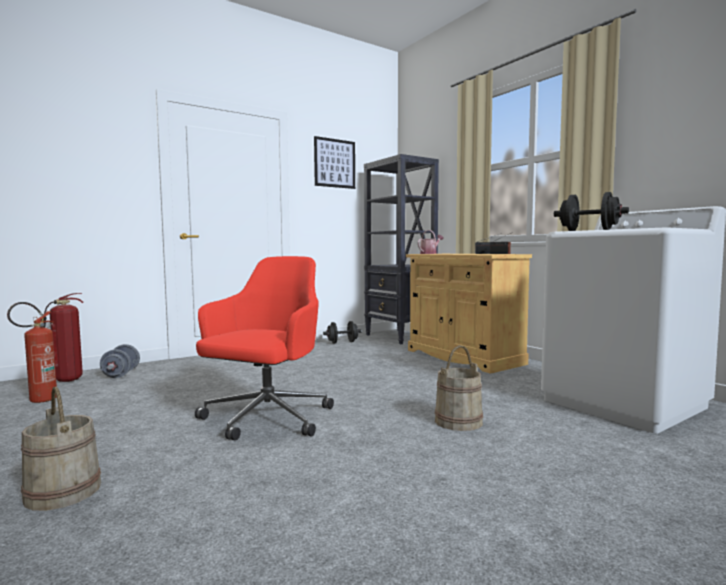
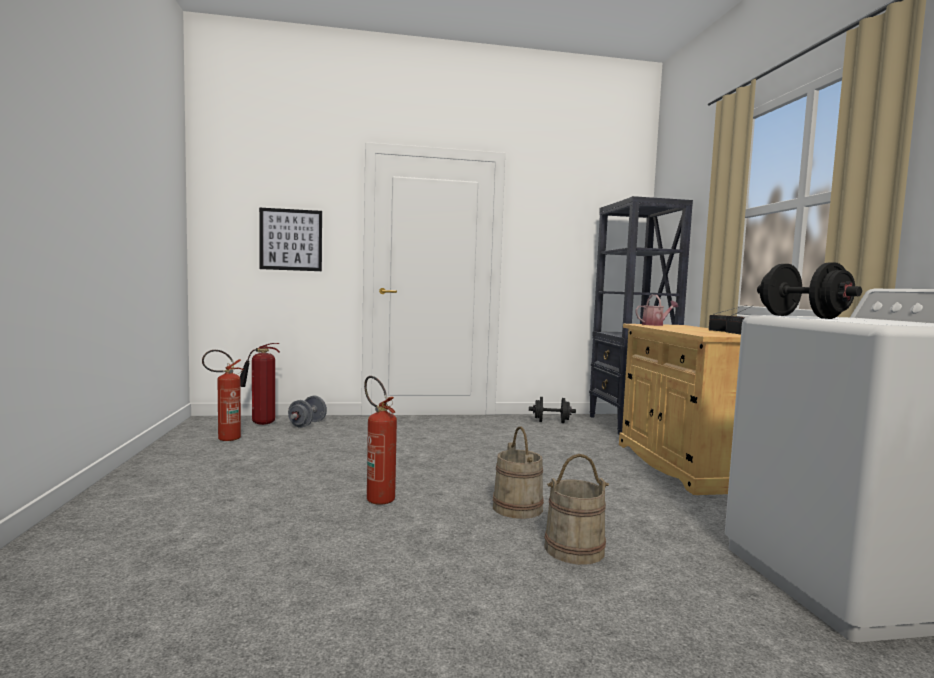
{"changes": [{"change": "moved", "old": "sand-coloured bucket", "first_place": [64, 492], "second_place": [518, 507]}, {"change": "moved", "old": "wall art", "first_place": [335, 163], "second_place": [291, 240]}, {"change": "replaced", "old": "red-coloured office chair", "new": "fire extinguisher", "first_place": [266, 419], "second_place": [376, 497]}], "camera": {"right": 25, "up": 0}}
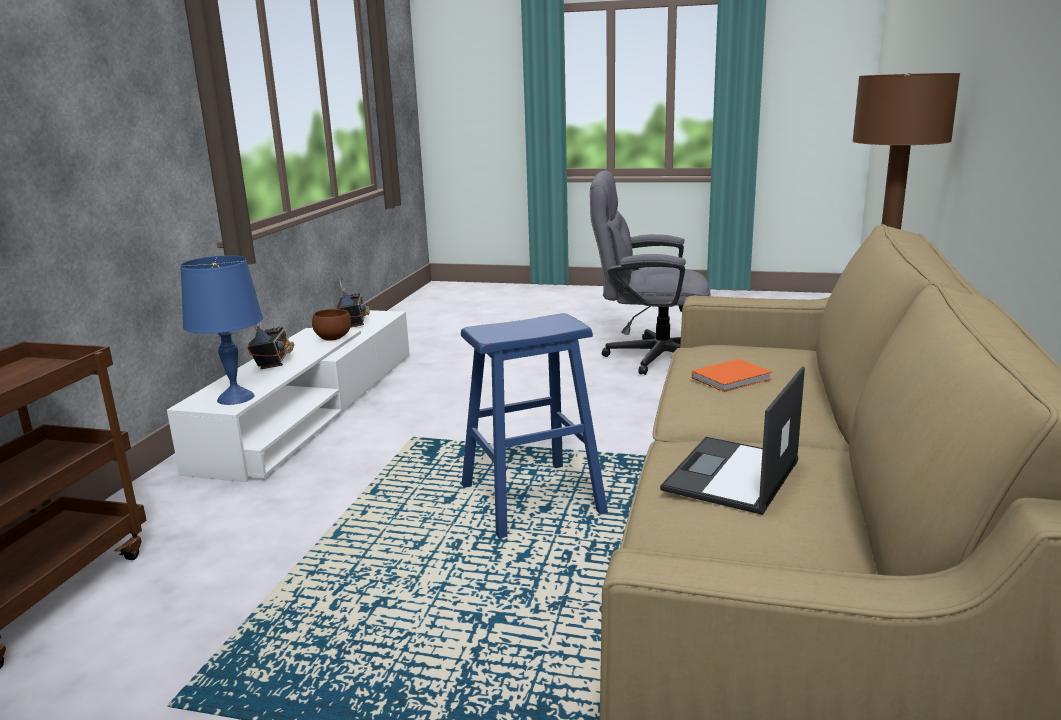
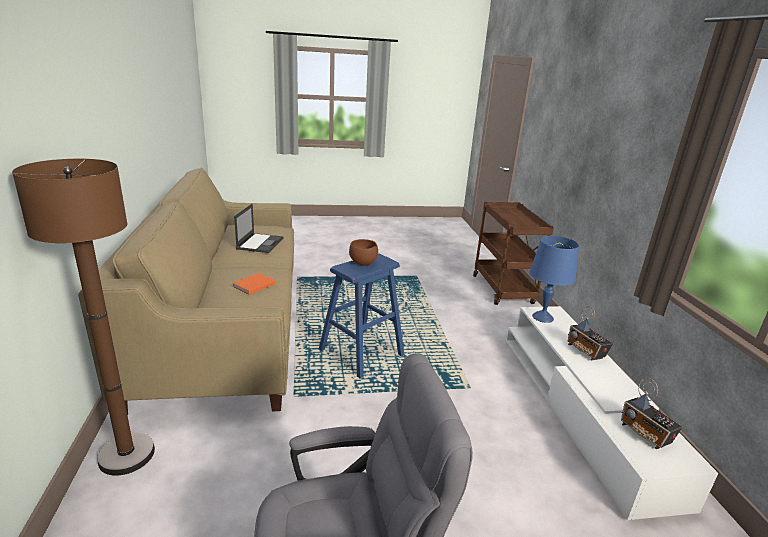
{"changes": [{"change": "moved", "old": "brown serving bowl", "first_place": [333, 338], "second_place": [363, 263]}], "camera": {"right": 155, "up": 5}}
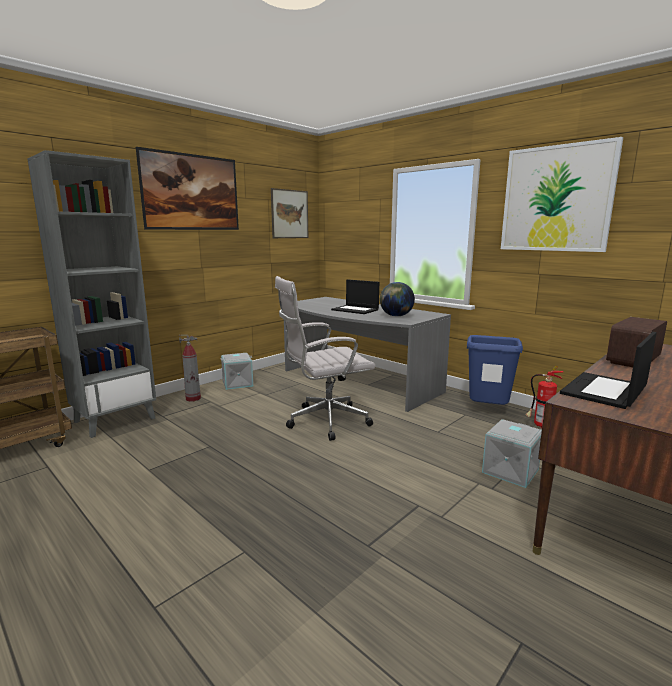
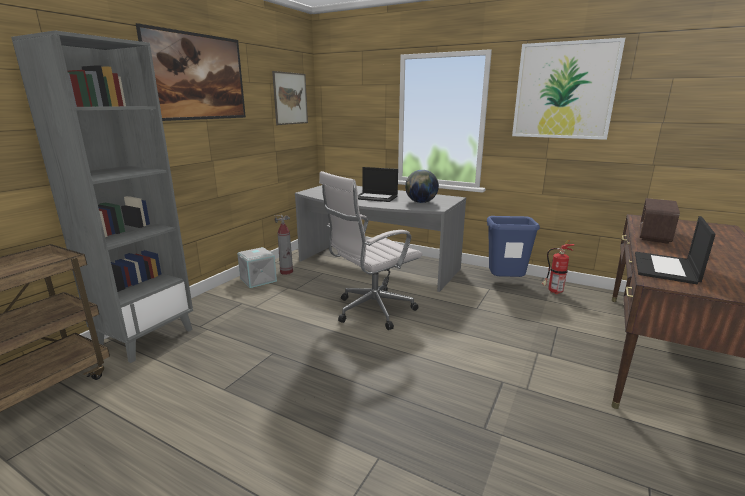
{"changes": [{"change": "removed", "old": "grey storage box", "first_place": [509, 470]}, {"change": "moved", "old": "fire extinguisher", "first_place": [193, 398], "second_place": [286, 272]}], "camera": {"right": -15, "up": 5}}
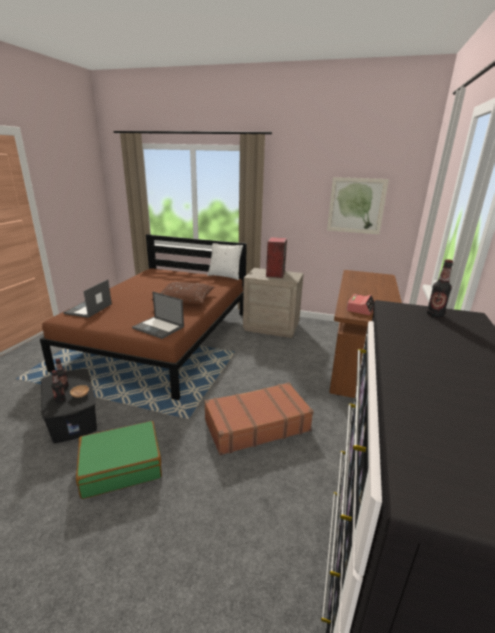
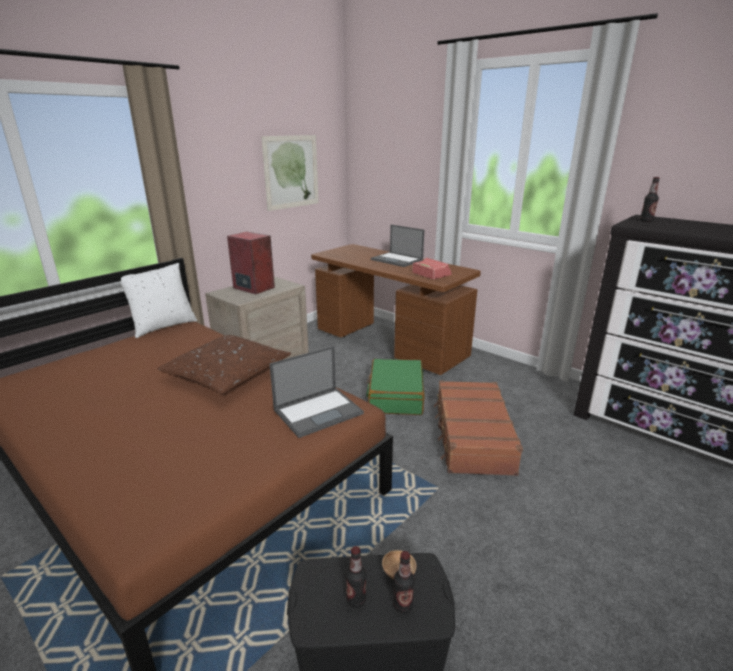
{"changes": [{"change": "moved", "old": "notebook computer", "first_place": [88, 309], "second_place": [397, 260]}, {"change": "moved", "old": "greenish piece of luggage", "first_place": [121, 466], "second_place": [395, 396]}], "camera": {"right": -65, "up": 0}}
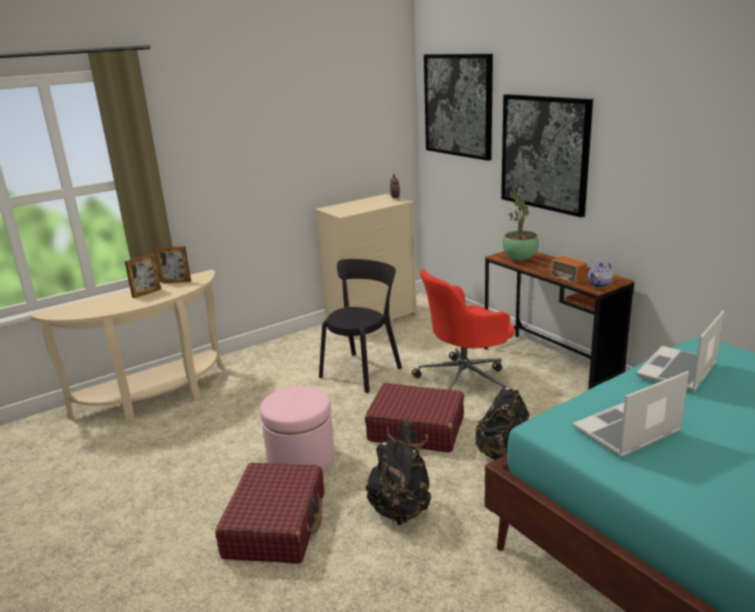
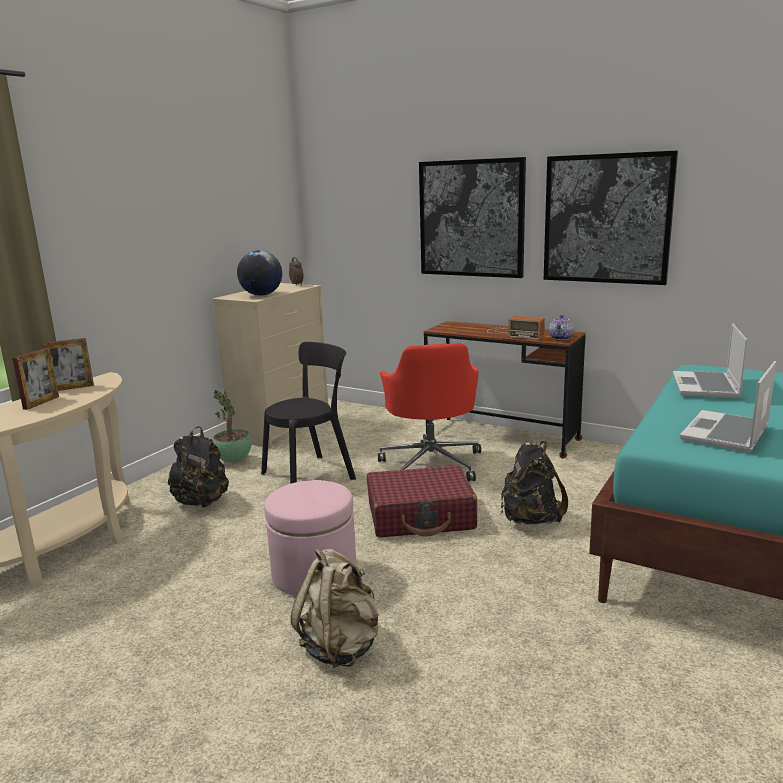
{"changes": [{"change": "added", "new": "world globe", "second_place": [261, 295]}, {"change": "moved", "old": "blackish knapsack", "first_place": [400, 511], "second_place": [202, 502]}, {"change": "moved", "old": "wall art", "first_place": [458, 105], "second_place": [606, 219]}, {"change": "moved", "old": "houseplant", "first_place": [520, 260], "second_place": [234, 461]}, {"change": "replaced", "old": "red-coloured piece of luggage", "new": "sand-coloured knapsack", "first_place": [276, 525], "second_place": [341, 647]}, {"change": "turned", "old": "blackish upright chair", "first_place": [363, 371], "second_place": [312, 475], "degrees": 45}, {"change": "turned", "old": "red-coloured office chair", "first_place": [465, 380], "second_place": [432, 464], "degrees": -45}], "camera": {"right": -25, "up": -5}}
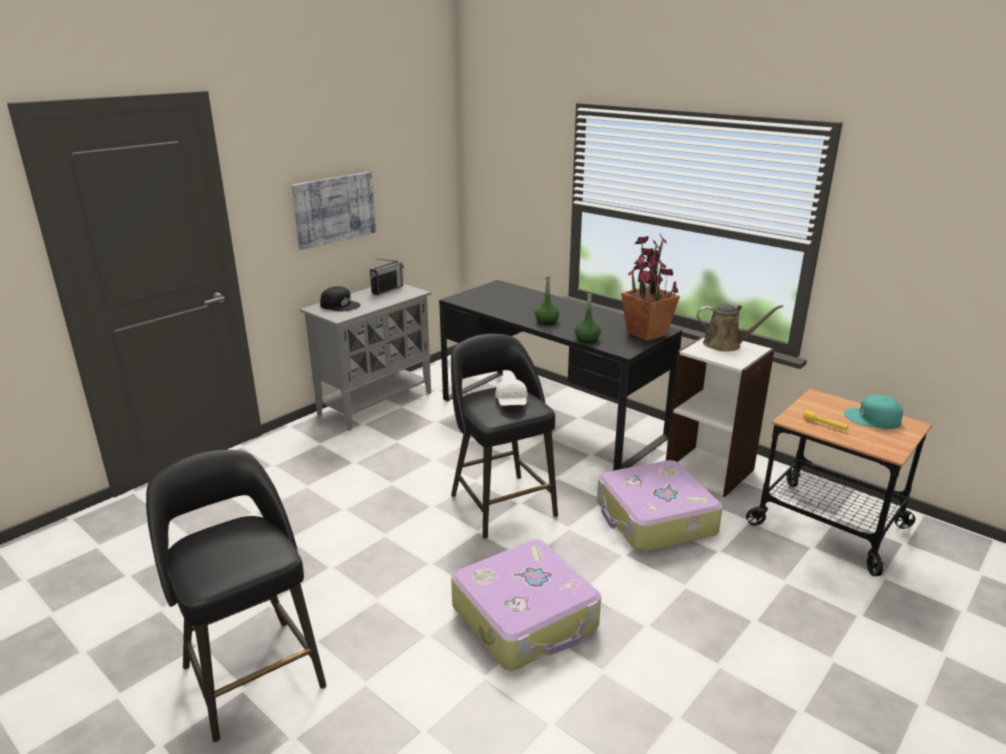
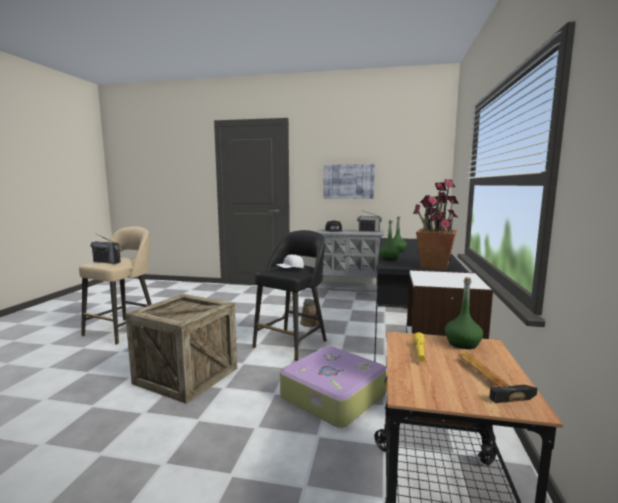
{"changes": [{"change": "added", "new": "radio receiver", "second_place": [107, 262]}, {"change": "added", "new": "greenish beverage bottle", "second_place": [462, 343]}, {"change": "moved", "old": "brown sprinkling can", "first_place": [726, 345], "second_place": [311, 324]}, {"change": "replaced", "old": "piece of luggage", "new": "shipping crate", "first_place": [526, 617], "second_place": [186, 376]}, {"change": "replaced", "old": "blue-green baseball cap", "new": "tool hammer", "first_place": [873, 419], "second_place": [488, 377]}, {"change": "recoloured", "old": "blackish stool", "new": "sand-coloured stool", "first_place": [252, 673], "second_place": [123, 330]}], "camera": {"right": 60, "up": -15}}
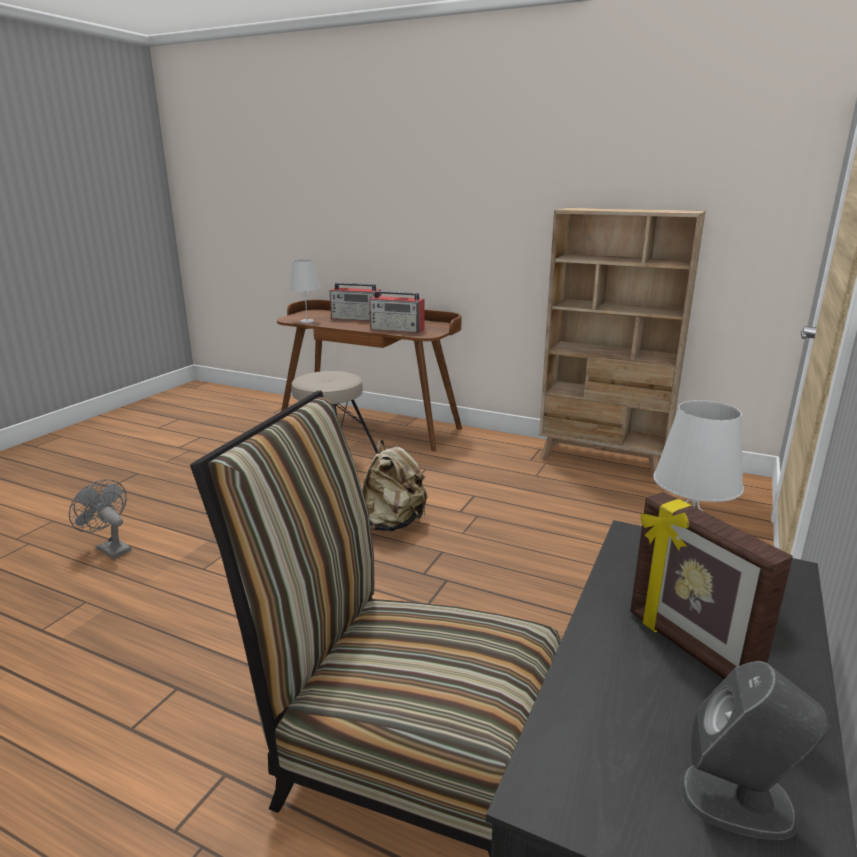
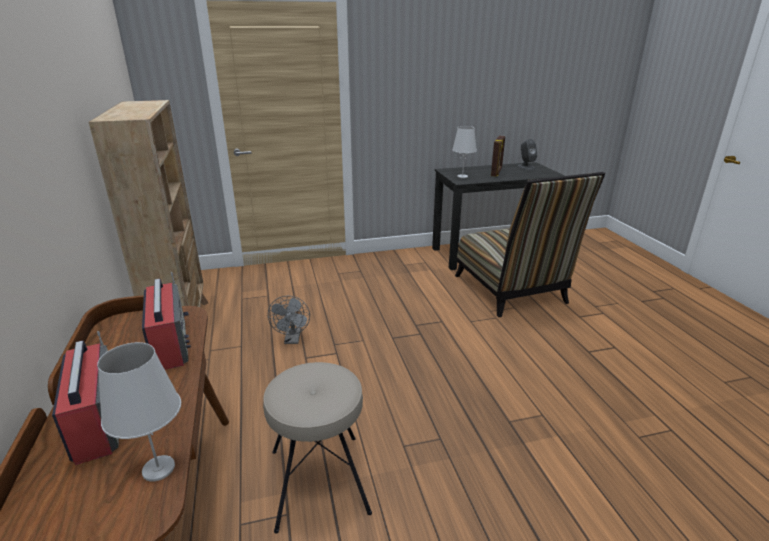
{"changes": [{"change": "removed", "old": "sand-coloured knapsack", "first_place": [391, 524]}, {"change": "moved", "old": "grey fan", "first_place": [110, 548], "second_place": [292, 340]}], "camera": {"right": -130, "up": 5}}
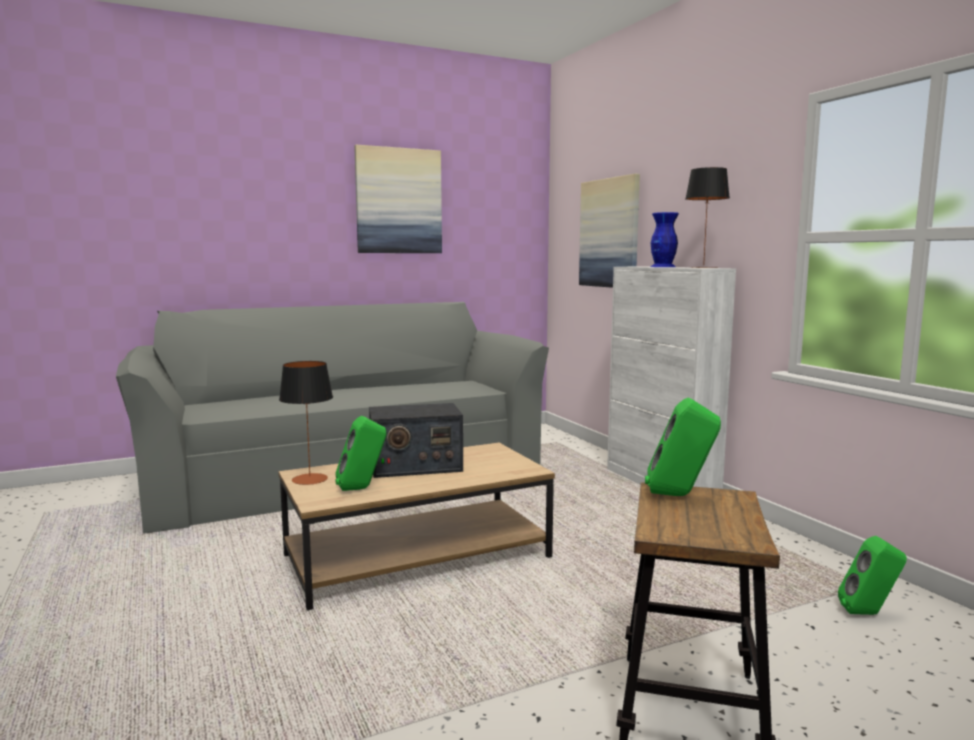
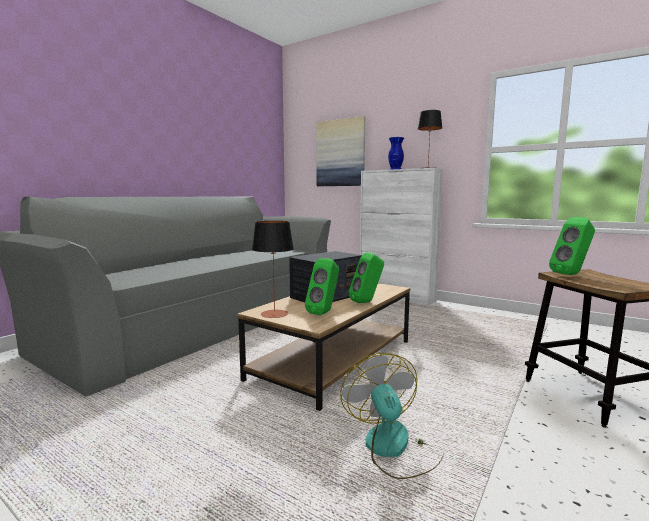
{"changes": [{"change": "removed", "old": "wall art", "first_place": [398, 201]}, {"change": "added", "new": "fan", "second_place": [393, 449]}, {"change": "moved", "old": "greenish loudspeaker", "first_place": [869, 614], "second_place": [367, 302]}], "camera": {"right": -30, "up": 0}}
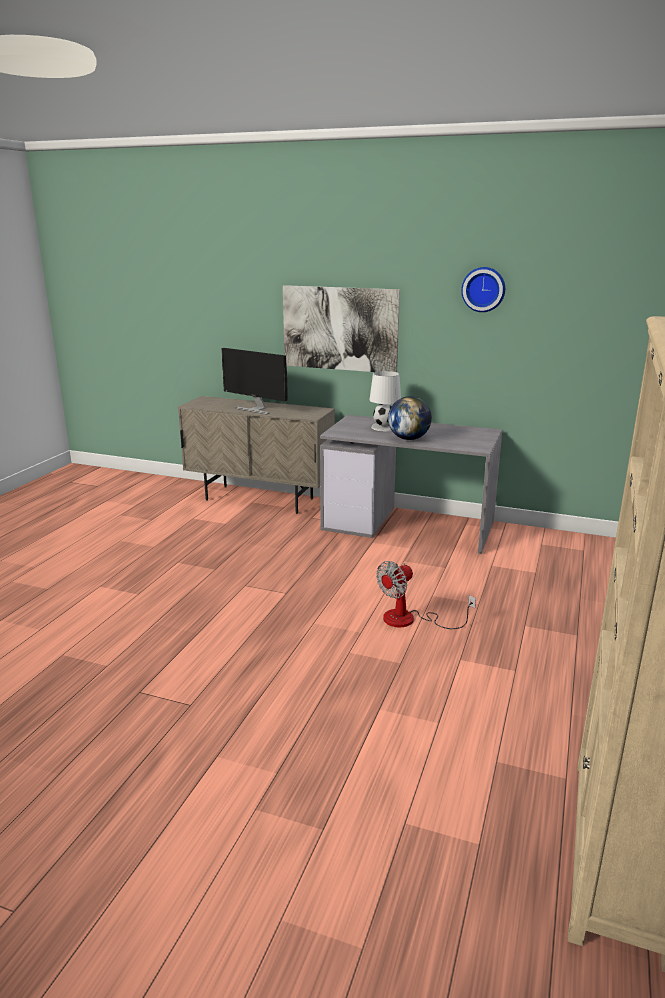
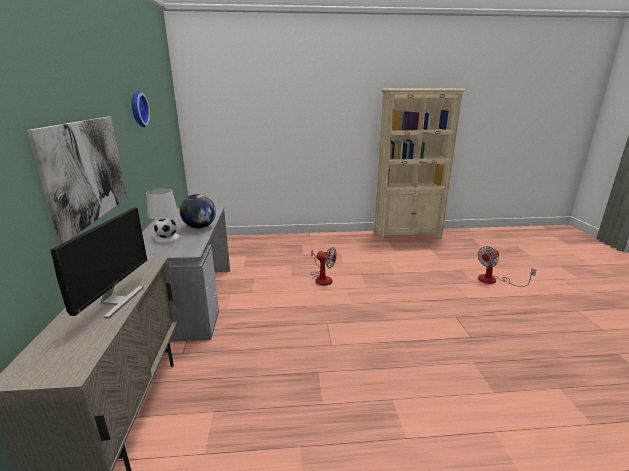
{"changes": [{"change": "added", "new": "fan", "second_place": [494, 280]}], "camera": {"right": -115, "up": 0}}
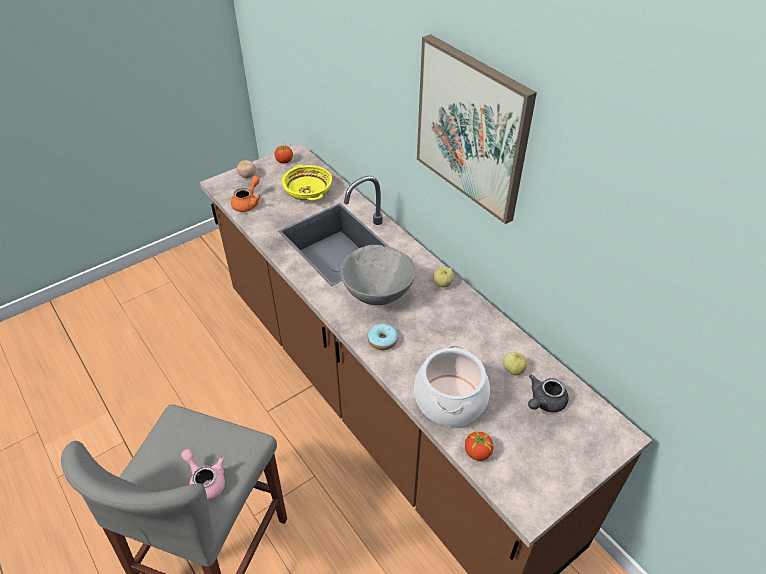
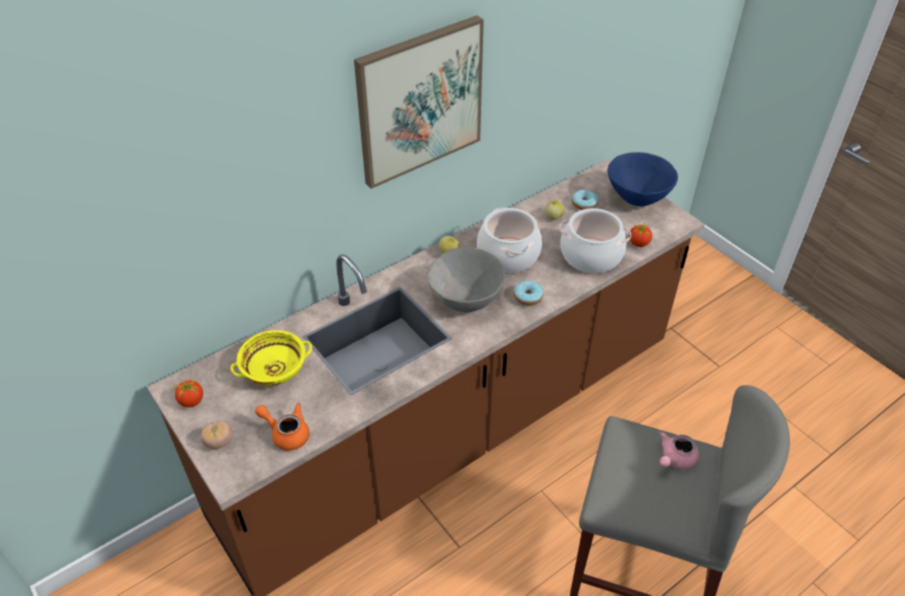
{"changes": [{"change": "added", "new": "saucepot", "second_place": [508, 255]}, {"change": "added", "new": "blue-coloured serving bowl", "second_place": [637, 199]}, {"change": "replaced", "old": "grey tea pot", "new": "donut", "first_place": [544, 402], "second_place": [584, 204]}], "camera": {"right": -90, "up": 0}}
